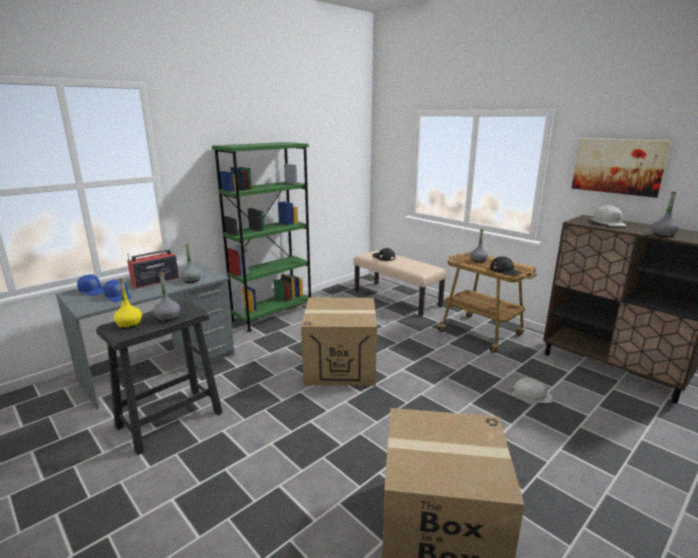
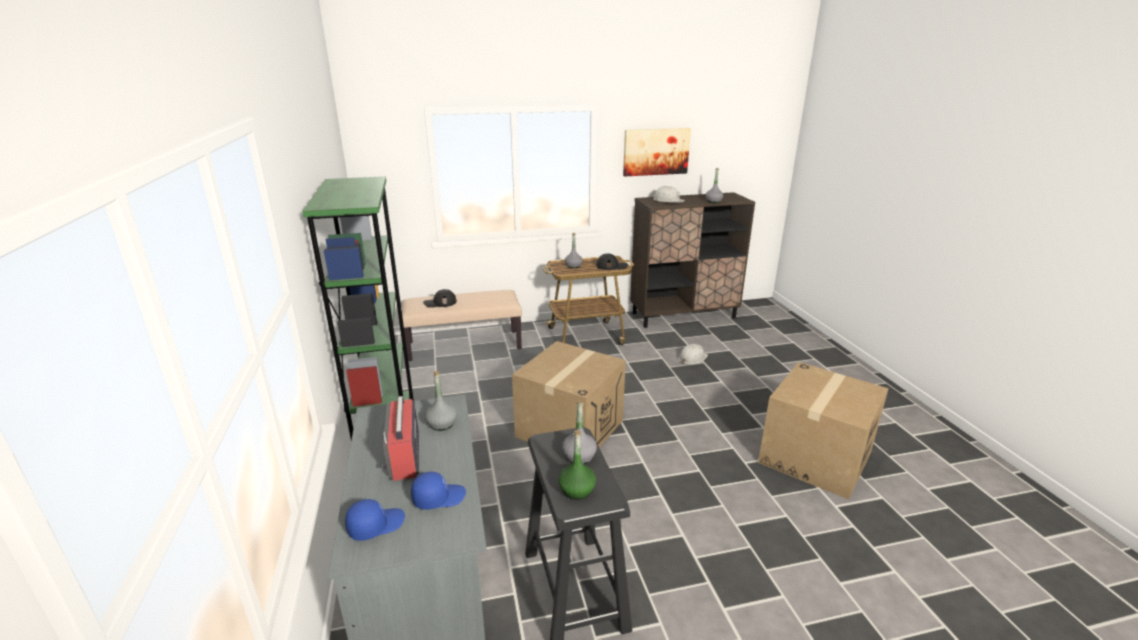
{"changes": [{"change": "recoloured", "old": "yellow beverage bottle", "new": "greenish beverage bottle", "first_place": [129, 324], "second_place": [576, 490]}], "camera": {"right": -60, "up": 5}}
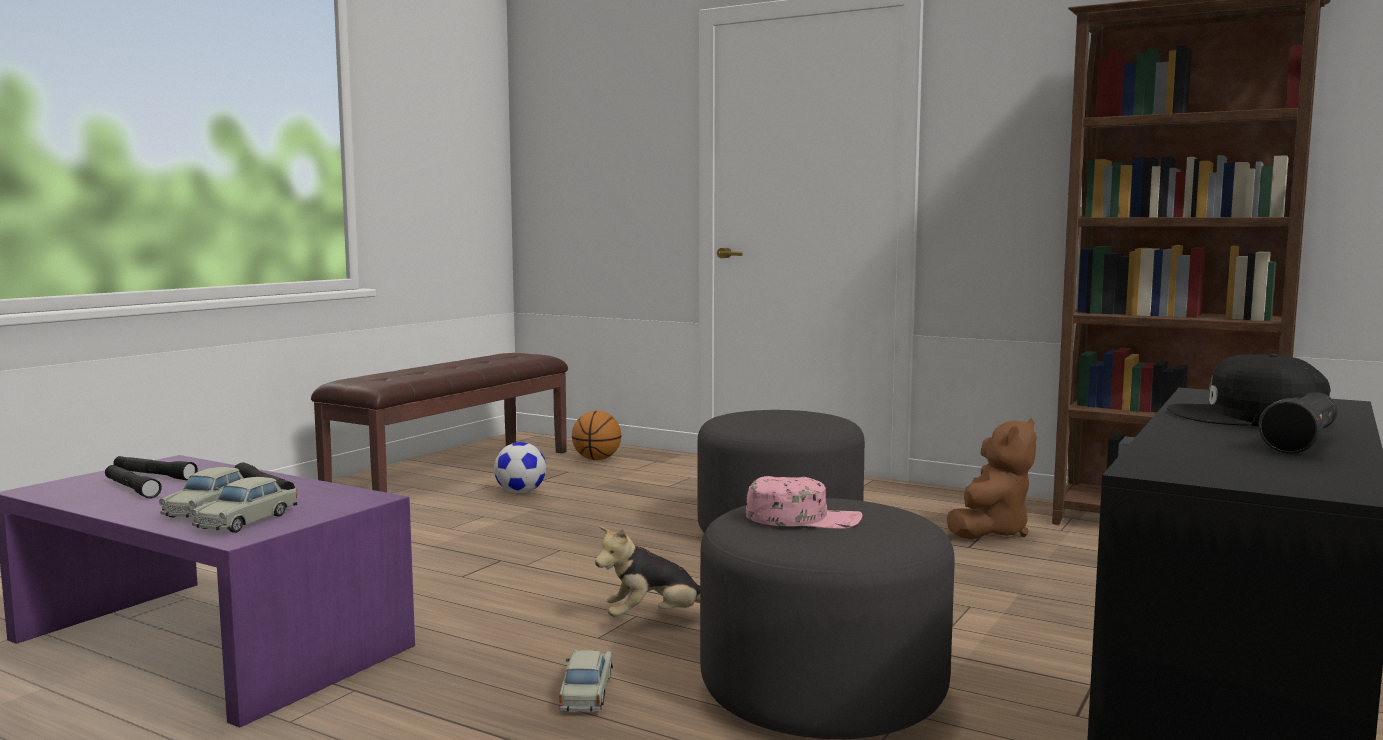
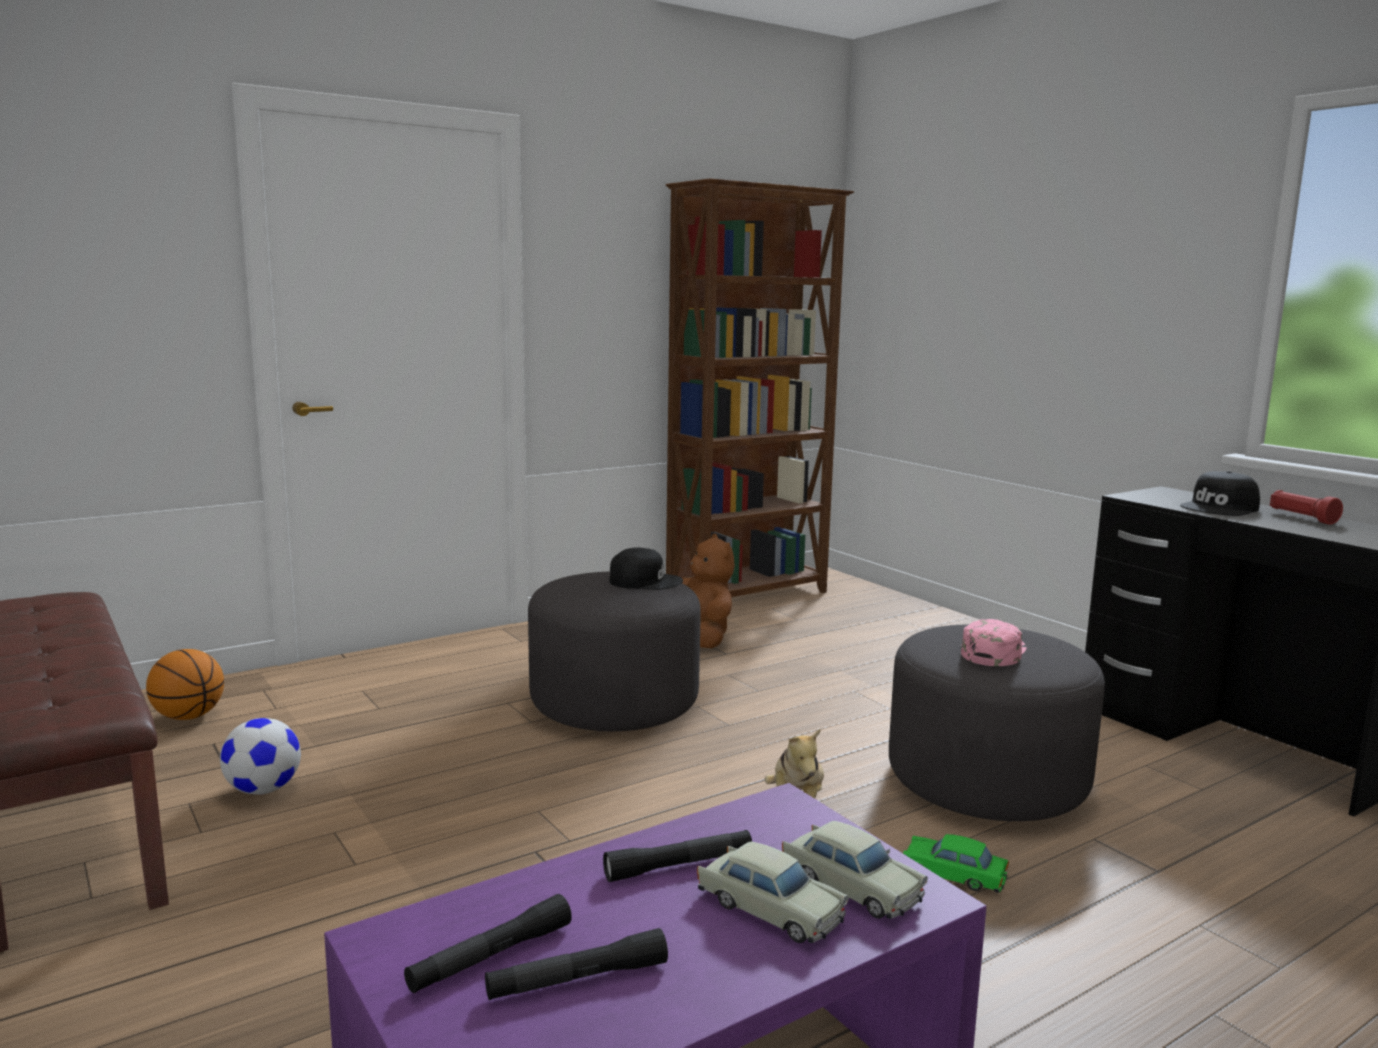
{"changes": [{"change": "added", "new": "blackish baseball cap", "second_place": [644, 581]}, {"change": "recoloured", "old": "sand-coloured model car", "new": "greenish model car", "first_place": [586, 693], "second_place": [954, 875]}, {"change": "recoloured", "old": "blackish torch", "new": "red-coloured torch", "first_place": [1300, 443], "second_place": [1302, 518]}], "camera": {"right": -65, "up": 5}}
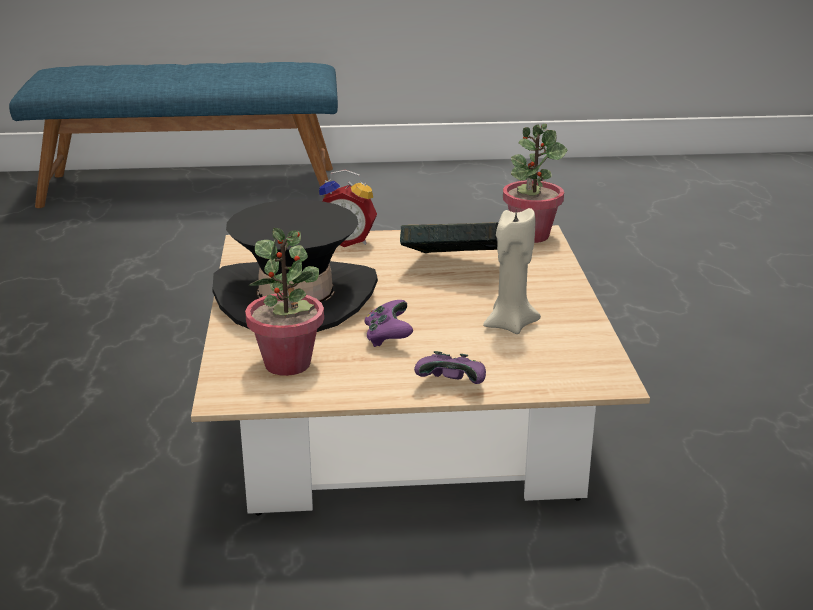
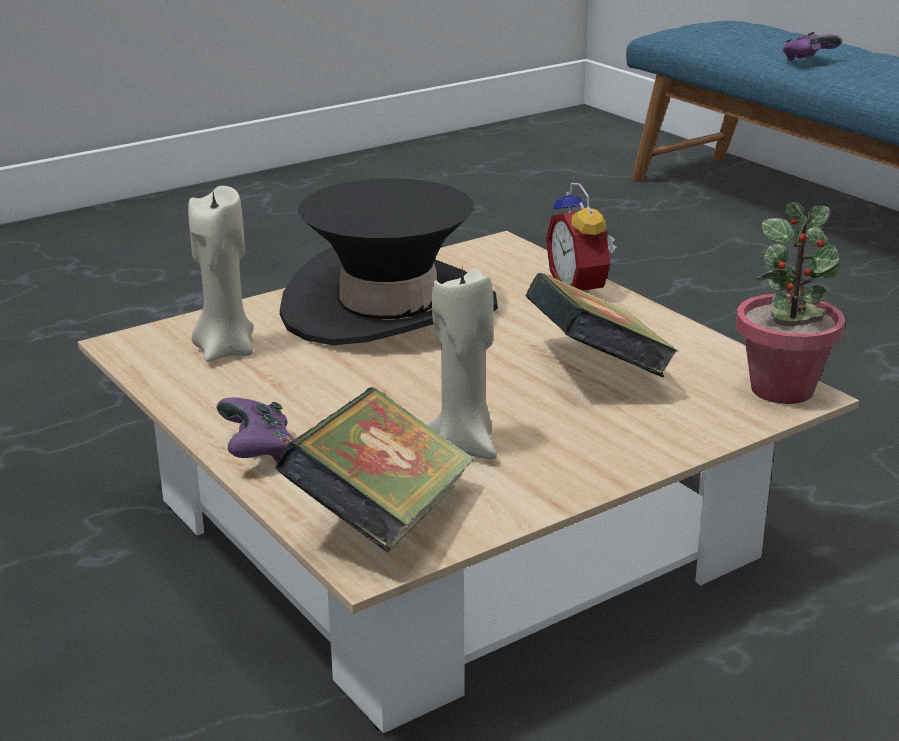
{"changes": [{"change": "added", "new": "bound book", "second_place": [381, 520]}, {"change": "moved", "old": "purple joypad", "first_place": [388, 337], "second_place": [808, 60]}, {"change": "replaced", "old": "houseplant", "new": "sand-coloured wax candle", "first_place": [288, 364], "second_place": [225, 350]}], "camera": {"right": 60, "up": 0}}
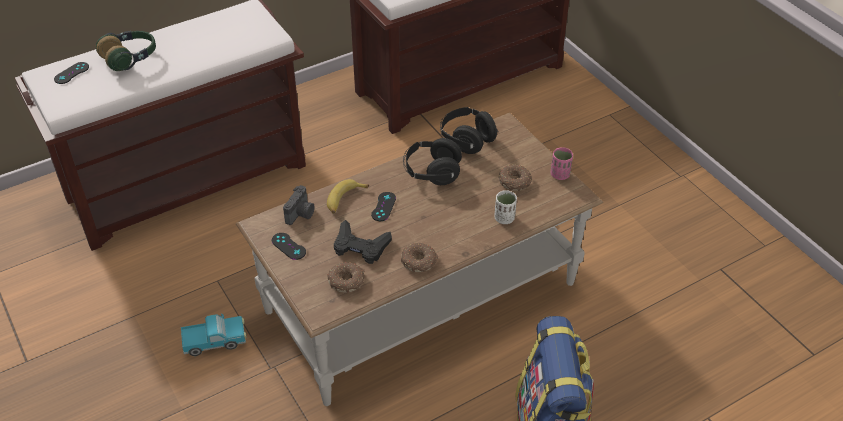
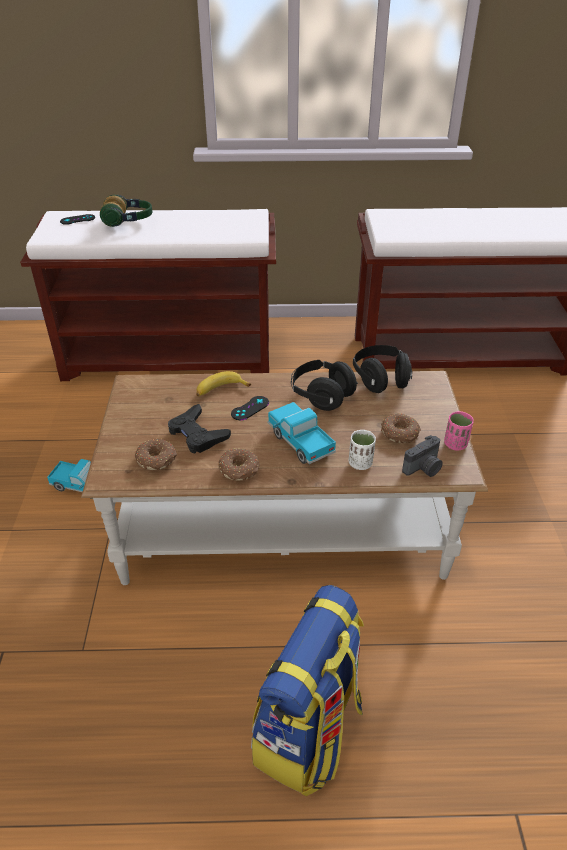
{"changes": [{"change": "removed", "old": "blackish joypad", "first_place": [288, 246]}, {"change": "added", "new": "toy truck", "second_place": [300, 442]}, {"change": "moved", "old": "photo camera", "first_place": [301, 214], "second_place": [424, 468]}], "camera": {"right": 30, "up": -5}}
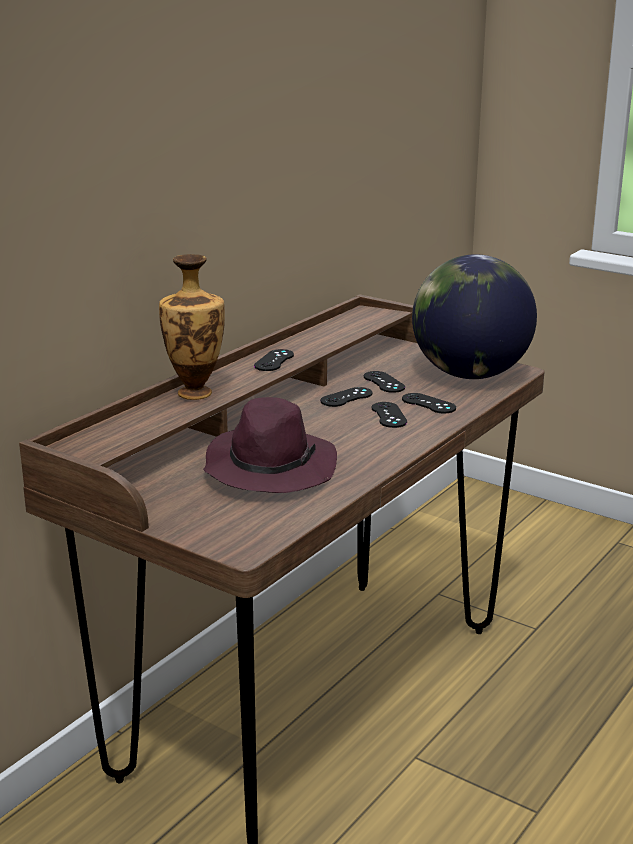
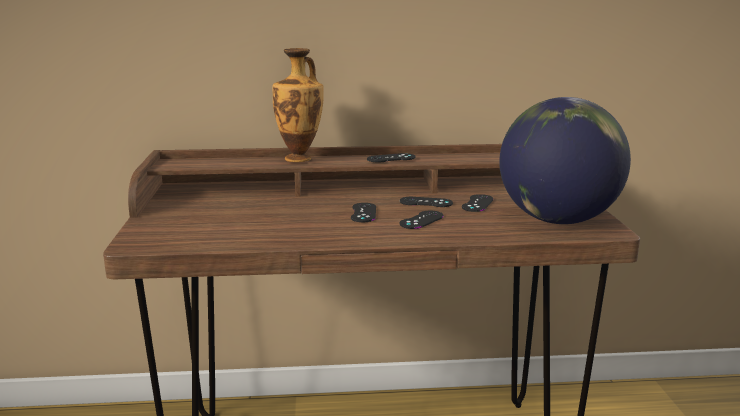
{"changes": [{"change": "removed", "old": "purple wearable hat", "first_place": [269, 468]}, {"change": "moved", "old": "blackish joypad", "first_place": [428, 404], "second_place": [363, 213]}], "camera": {"right": 50, "up": -5}}
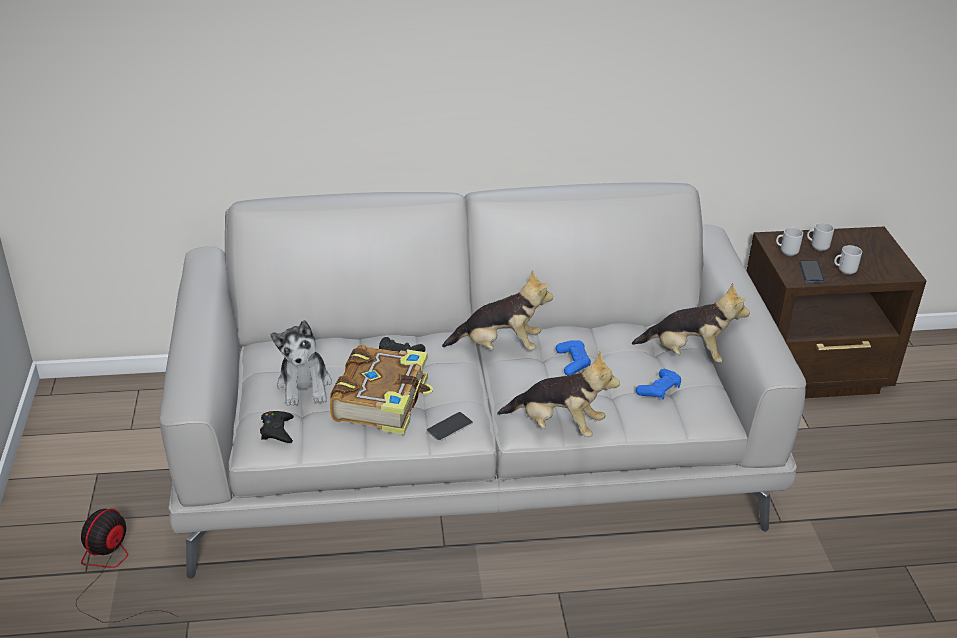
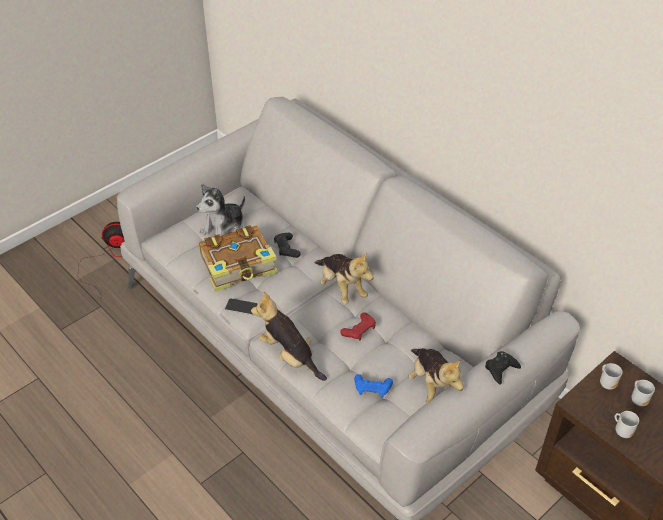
{"changes": [{"change": "removed", "old": "phone", "first_place": [811, 272]}, {"change": "moved", "old": "blackish joypad", "first_place": [277, 430], "second_place": [501, 369]}, {"change": "recoloured", "old": "blue-coloured joypad", "new": "red-coloured joypad", "first_place": [573, 362], "second_place": [359, 330]}, {"change": "turned", "old": "cuddly toy", "first_place": [558, 425], "second_place": [289, 355], "degrees": 150}], "camera": {"right": 55, "up": 10}}
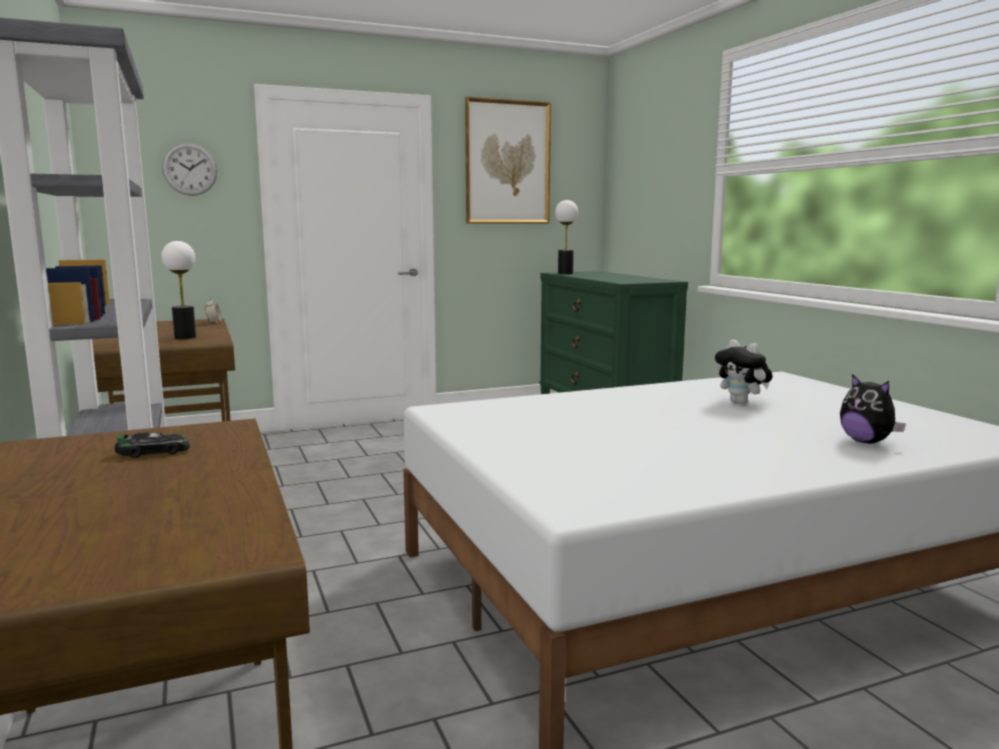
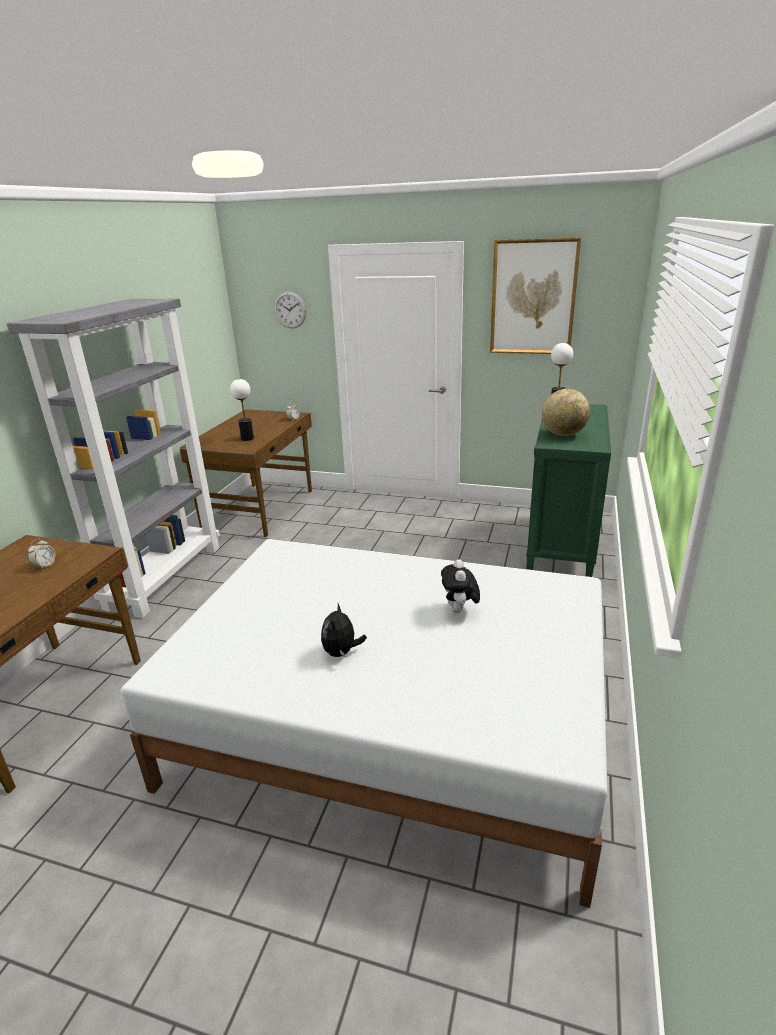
{"changes": [{"change": "added", "new": "world globe", "second_place": [563, 434]}, {"change": "moved", "old": "cuddly toy", "first_place": [866, 442], "second_place": [341, 652]}, {"change": "replaced", "old": "model car", "new": "bedside clock", "first_place": [153, 452], "second_place": [45, 565]}], "camera": {"right": 40, "up": 15}}
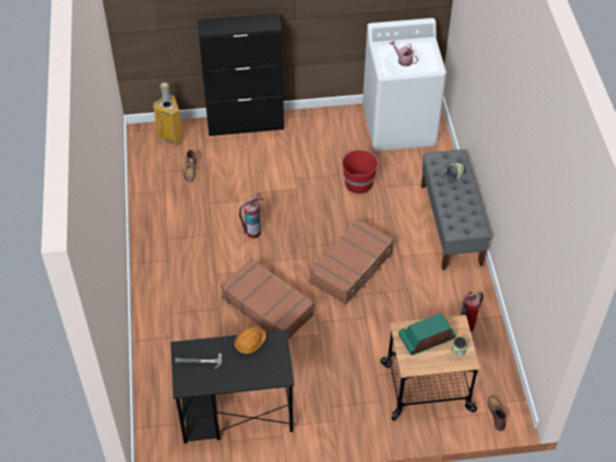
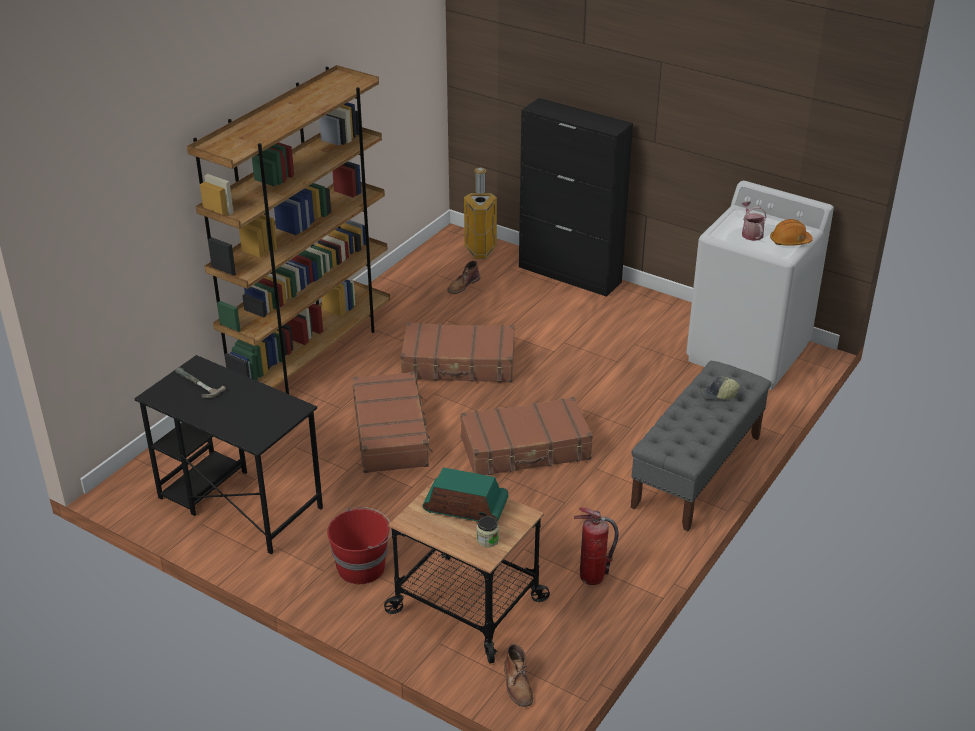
{"changes": [{"change": "added", "new": "brown bookshelf", "second_place": [311, 355]}, {"change": "moved", "old": "orange safety helmet", "first_place": [250, 342], "second_place": [790, 241]}, {"change": "moved", "old": "red-coloured bucket", "first_place": [359, 182], "second_place": [362, 567]}, {"change": "replaced", "old": "fire extinguisher", "new": "brown piece of luggage", "first_place": [253, 232], "second_place": [459, 364]}, {"change": "turned", "old": "brown high-top boot", "first_place": [496, 413], "second_place": [518, 684], "degrees": 135}], "camera": {"right": 40, "up": -15}}
